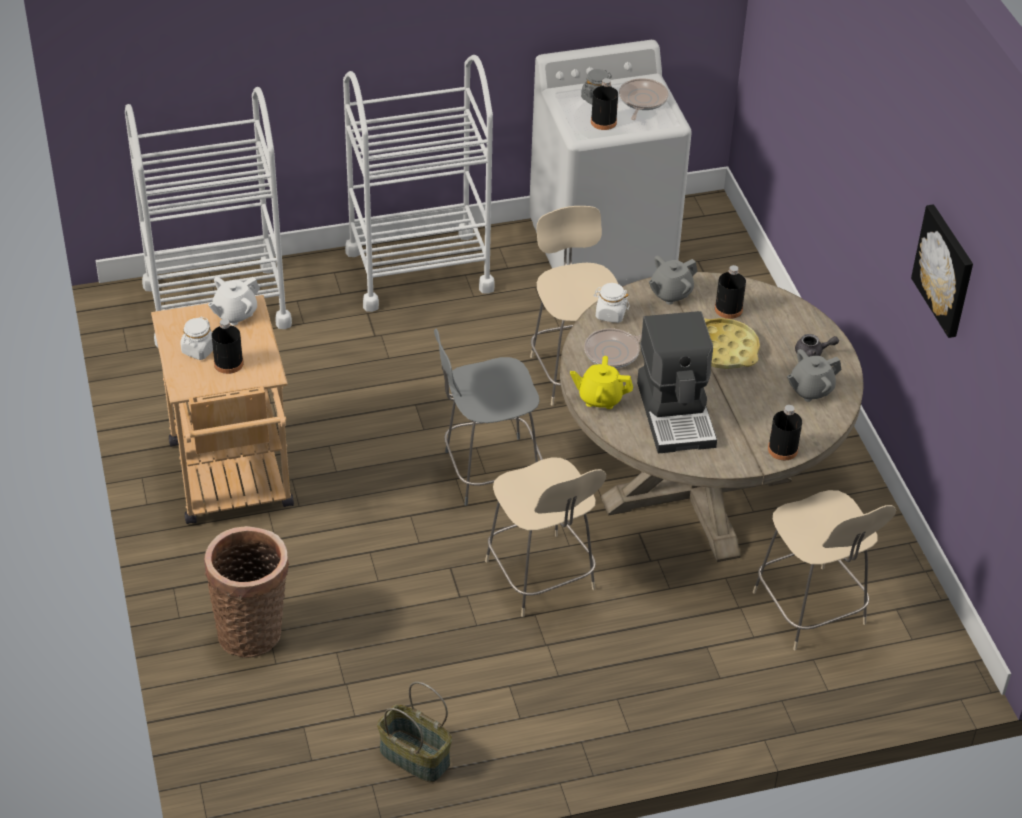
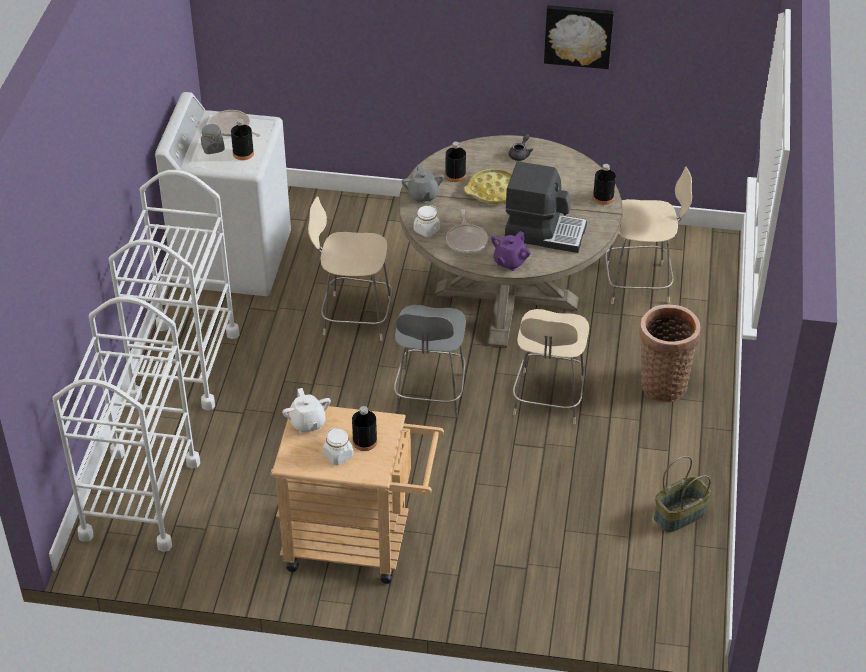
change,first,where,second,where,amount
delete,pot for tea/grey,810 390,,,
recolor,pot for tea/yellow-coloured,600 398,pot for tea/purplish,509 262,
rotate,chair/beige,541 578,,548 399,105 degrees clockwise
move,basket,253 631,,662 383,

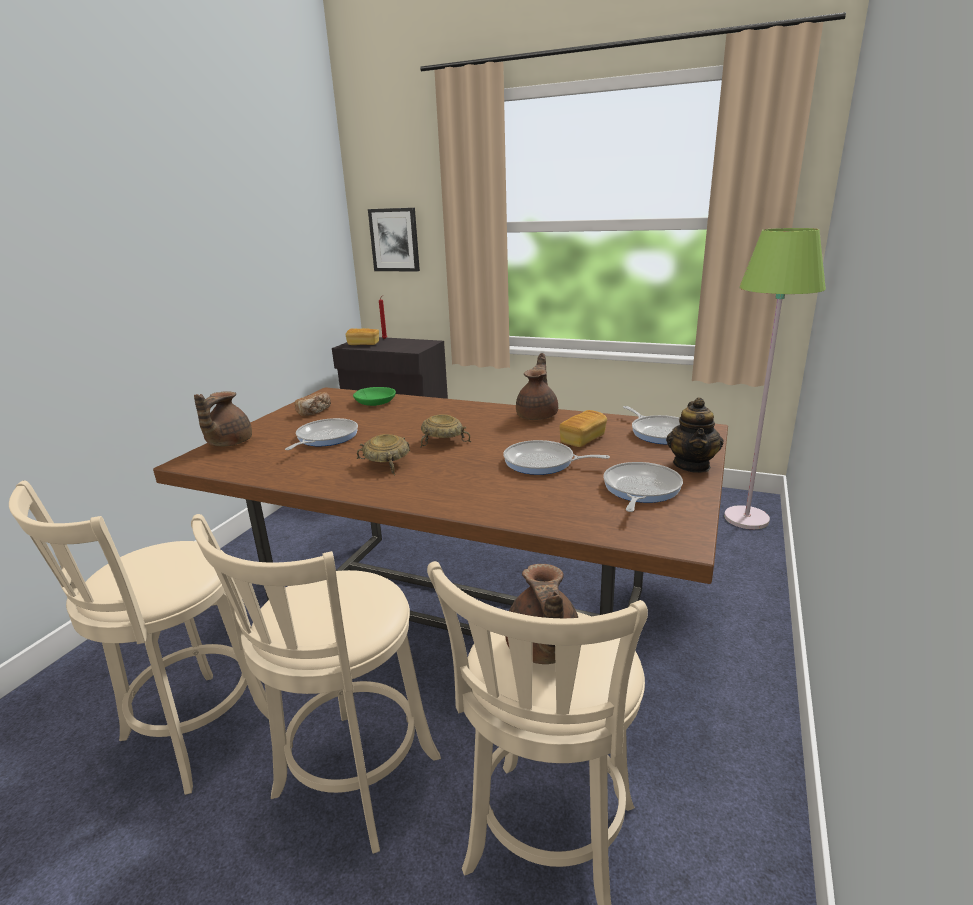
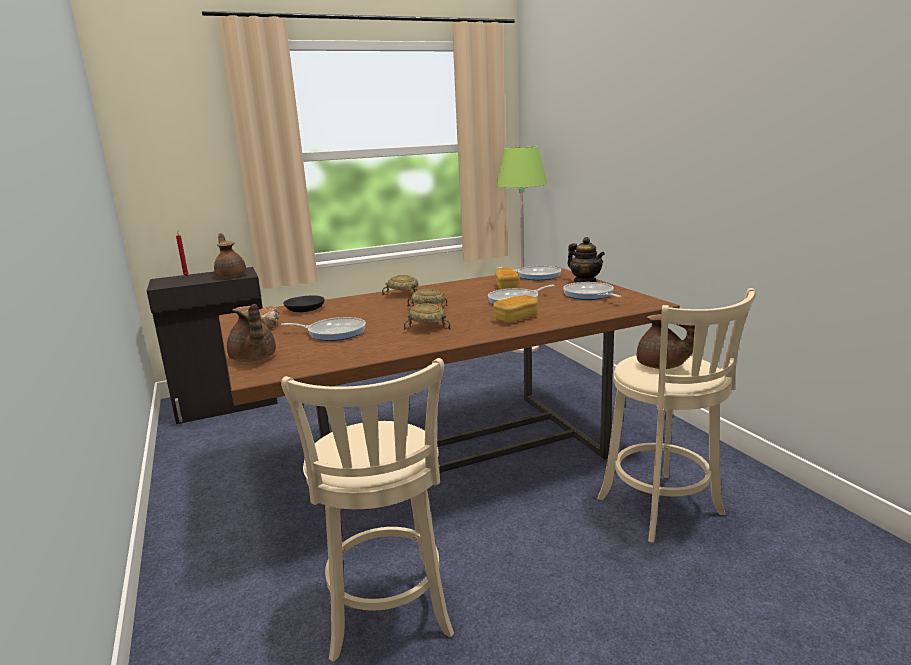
change,first,where,second,where,amount
delete,picture,395 240,,,
move,bread,363 344,,516 319,
move,pot for tea/brown,538 415,,231 276,
recolor,deep dish/green,374 402,deep dish/black-coloured,304 309,
rotate,pan,325 438,,334 332,120 degrees clockwise
delete,sitting stool/beige,352 783,,,
insert,,,deep dish/beige,402 294,

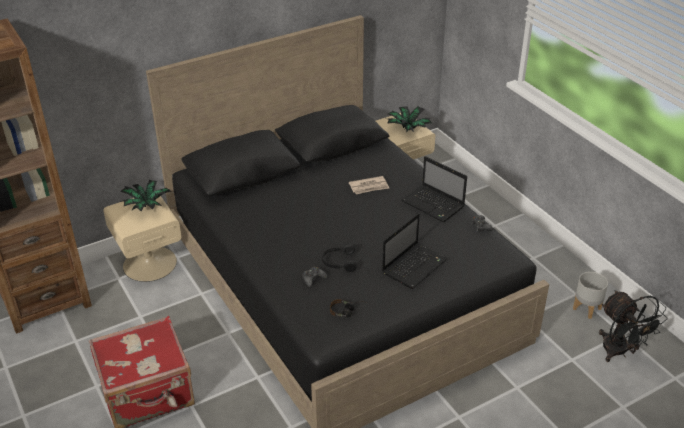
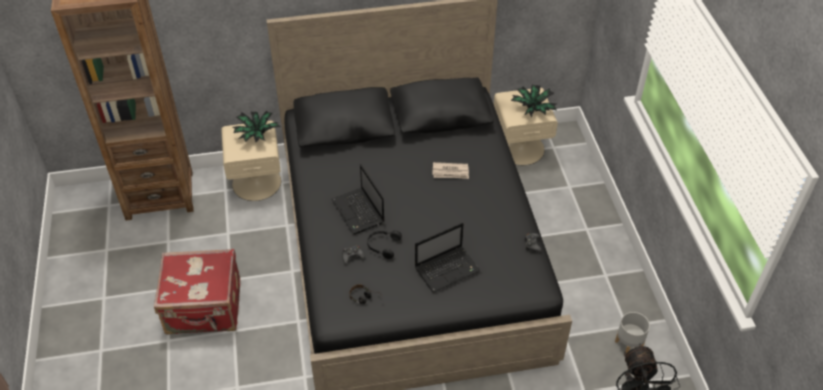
change,first,where,second,where,amount
move,laptop,434 205,,359 212,

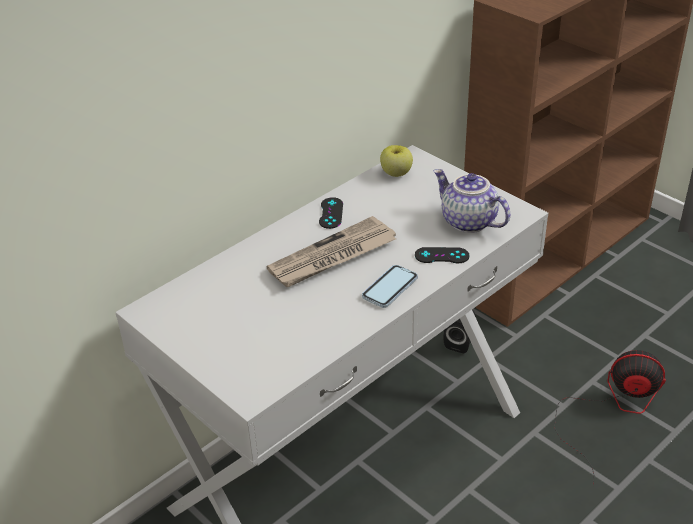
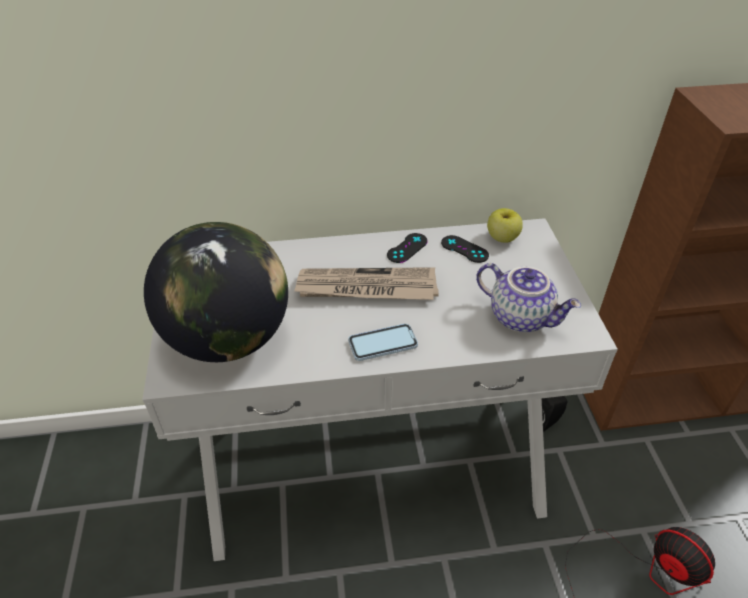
change,first,where,second,where,amount
rotate,pot for tea,467 222,,521 317,135 degrees clockwise
move,gamepad/black-coloured,442 256,,464 249,
insert,,,desk globe,228 339,

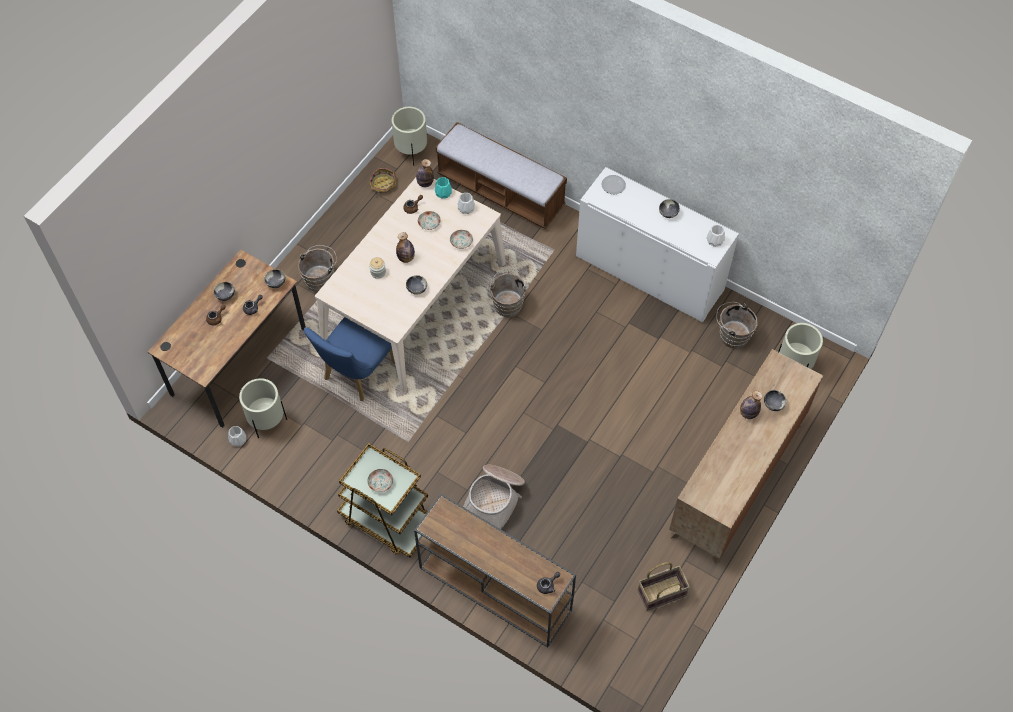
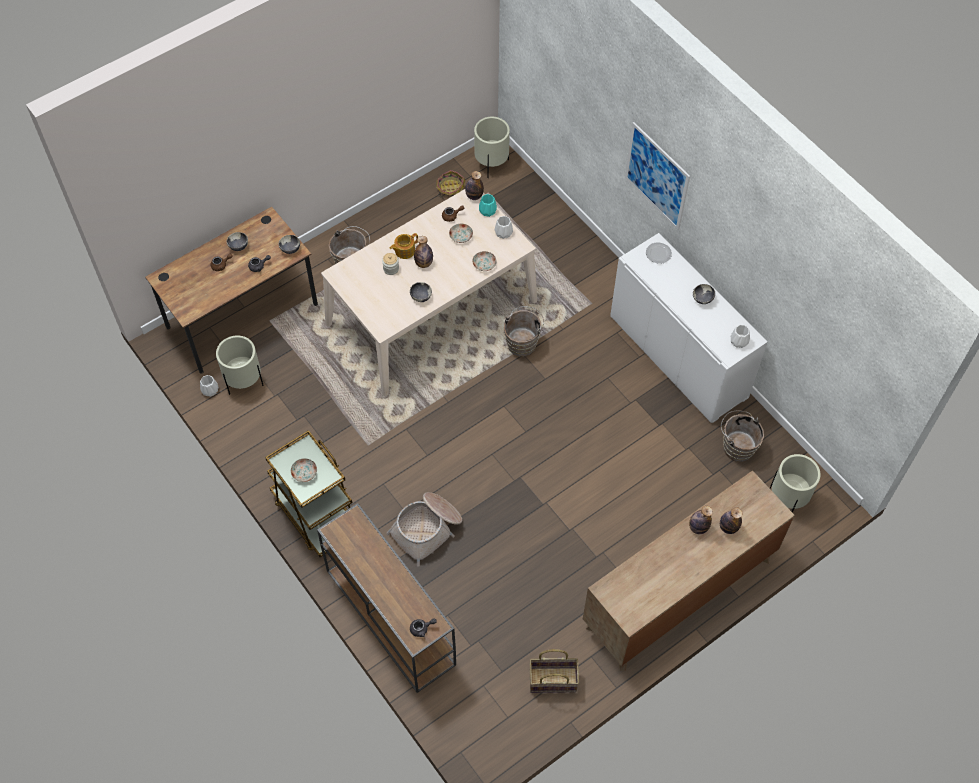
change,first,where,second,where,amount
delete,indoor bench,501 191,,,
delete,chair/bluish,356 374,,,
replace,deep dish,773 404,bottle,728 527,
insert,,,picture,657 176,
insert,,,pot for tea,404 251,

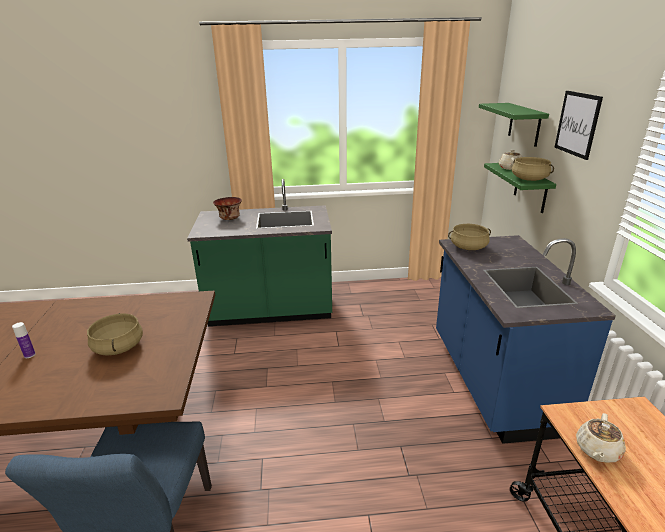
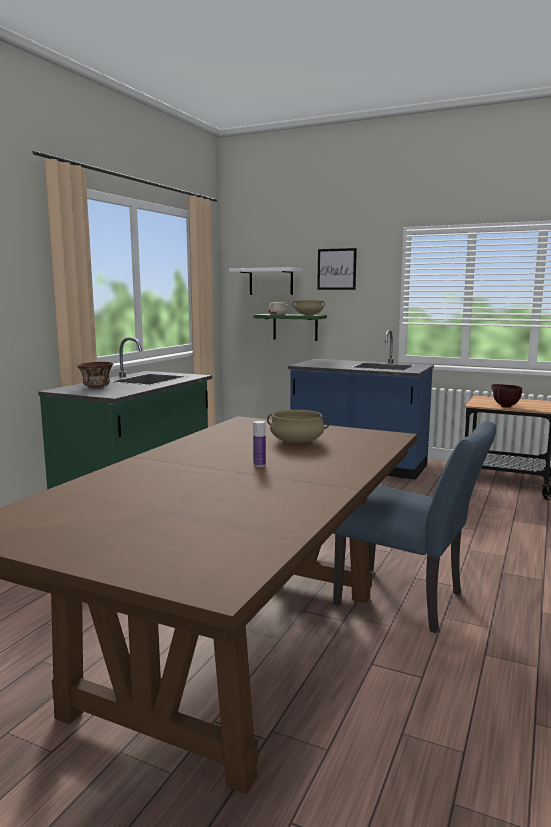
change,first,where,second,where,amount
recolor,wall shelf/green,524 124,wall shelf/white,271 281,
delete,stockpot/beige,468 247,,,
replace,pot for tea/beige,597 450,deep dish/brown,504 406,

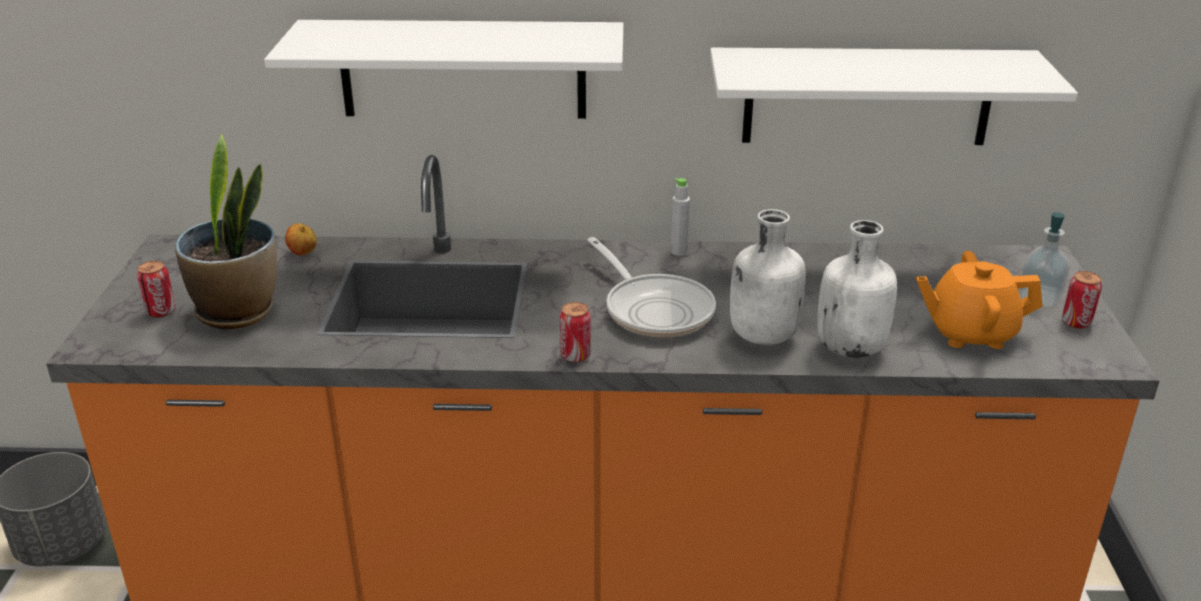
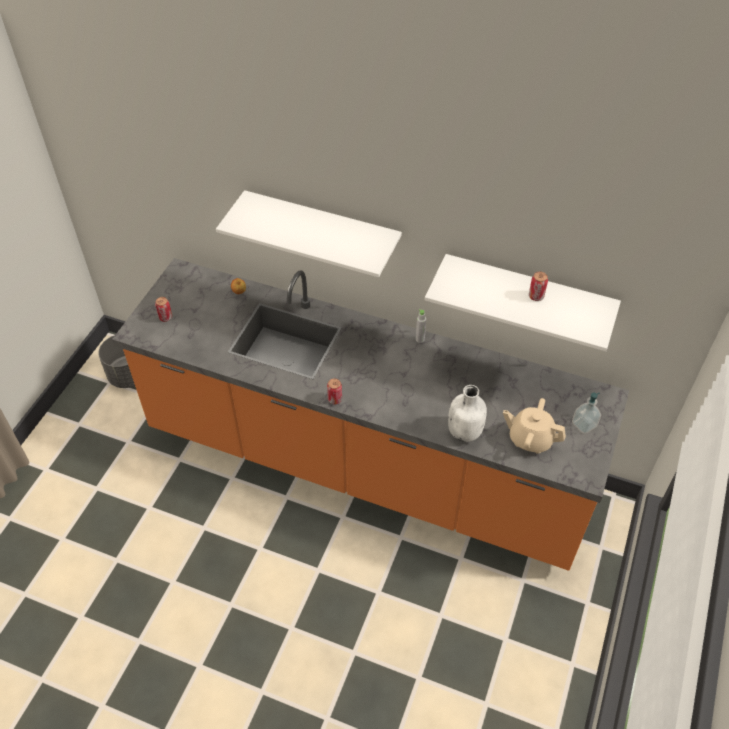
change,first,where,second,where,amount
delete,plant in a pot,238 311,,,
delete,bottle/white,761 336,,,
delete,pan,654 309,,,
recolor,pot for tea/orange,970 333,pot for tea/beige,530 439,
move,sealed can,1076 322,,536 296,

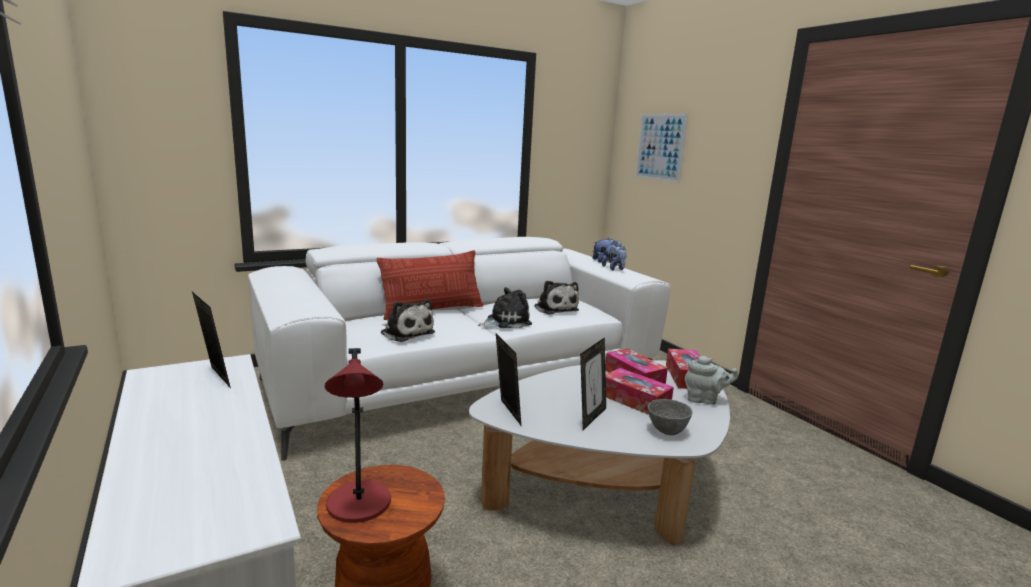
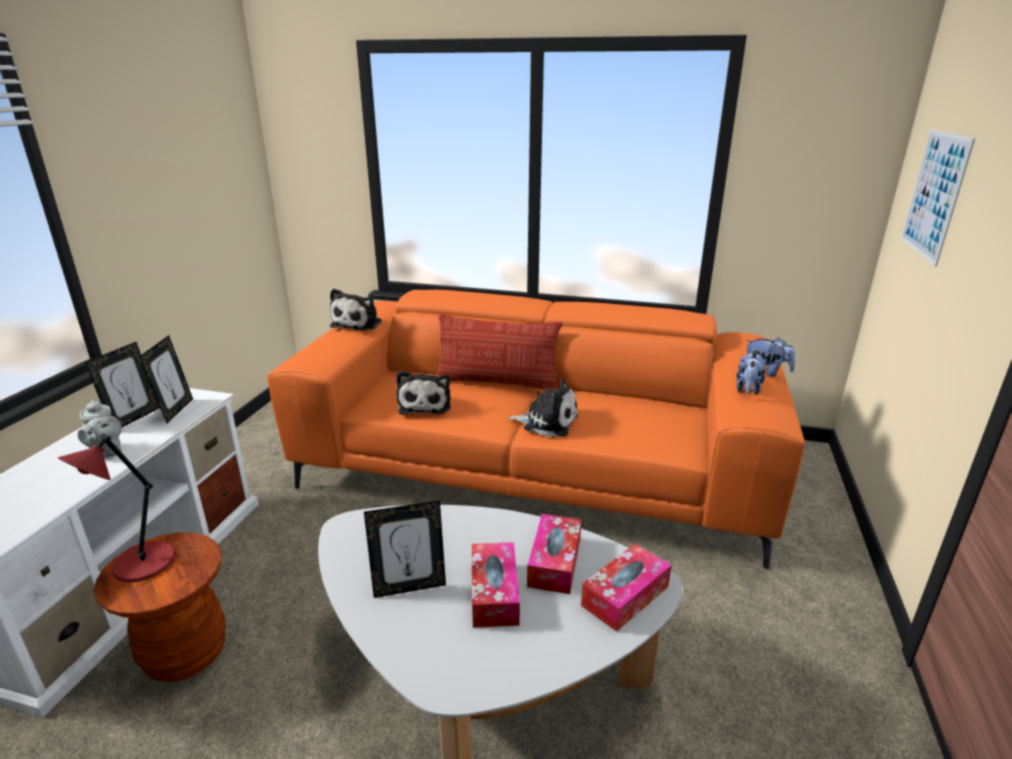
change,first,where,second,where,amount
recolor,couch/white,464 380,couch/orange,533 469,
move,soft toy,555 308,,359 323,
move,picture frame,506 413,,134 418,
move,pot for tea/grey,704 400,,106 452,
delete,deep dish/grey,667 432,,,

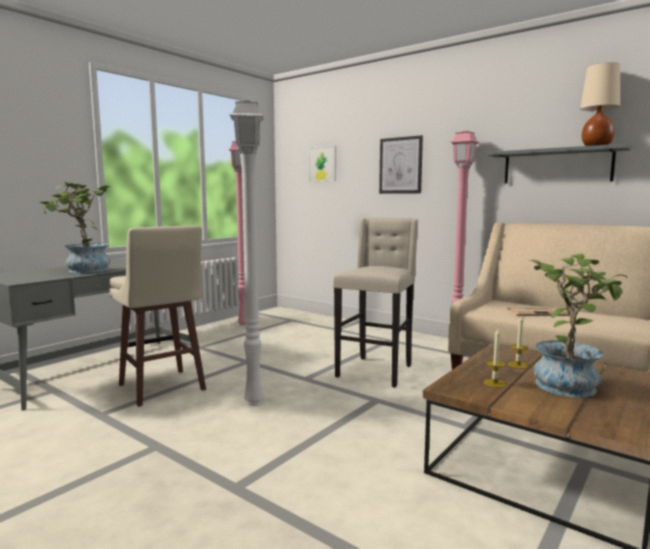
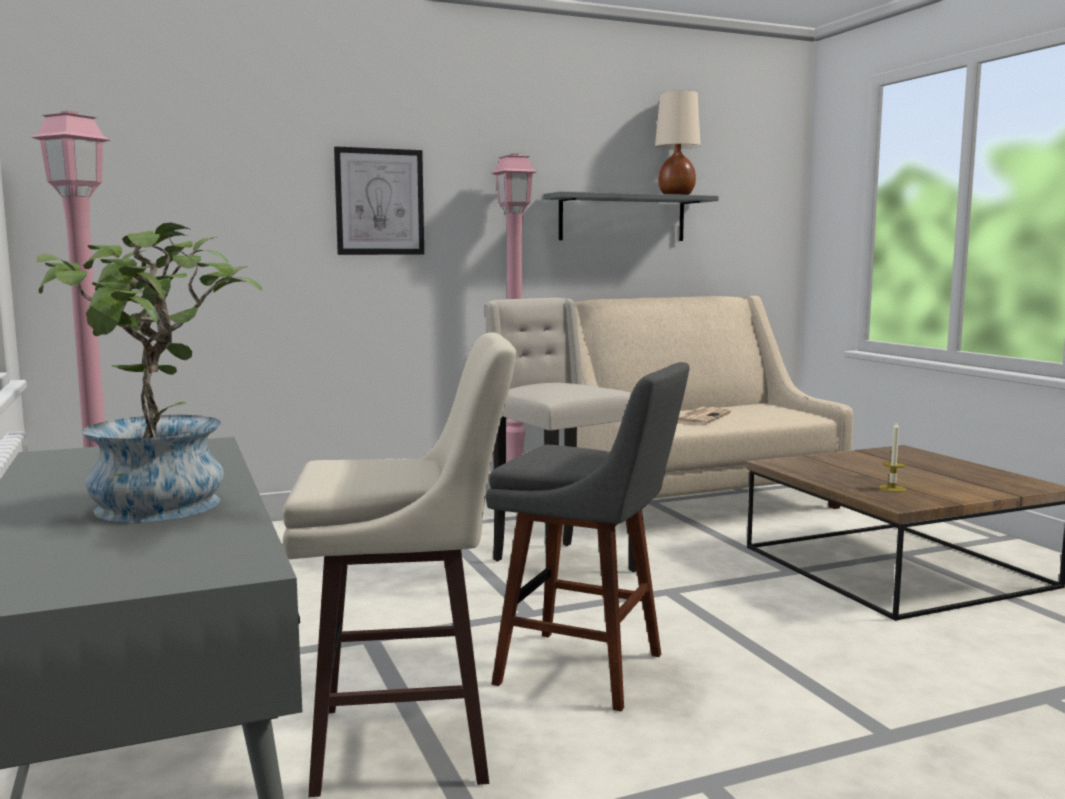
change,first,where,second,where,amount
replace,standing lamp/white,252 402,sitting stool/grey,589 671,
delete,picture,322 164,,,
delete,plant in a pot,569 383,,,
delete,wax candle,517 365,,,

